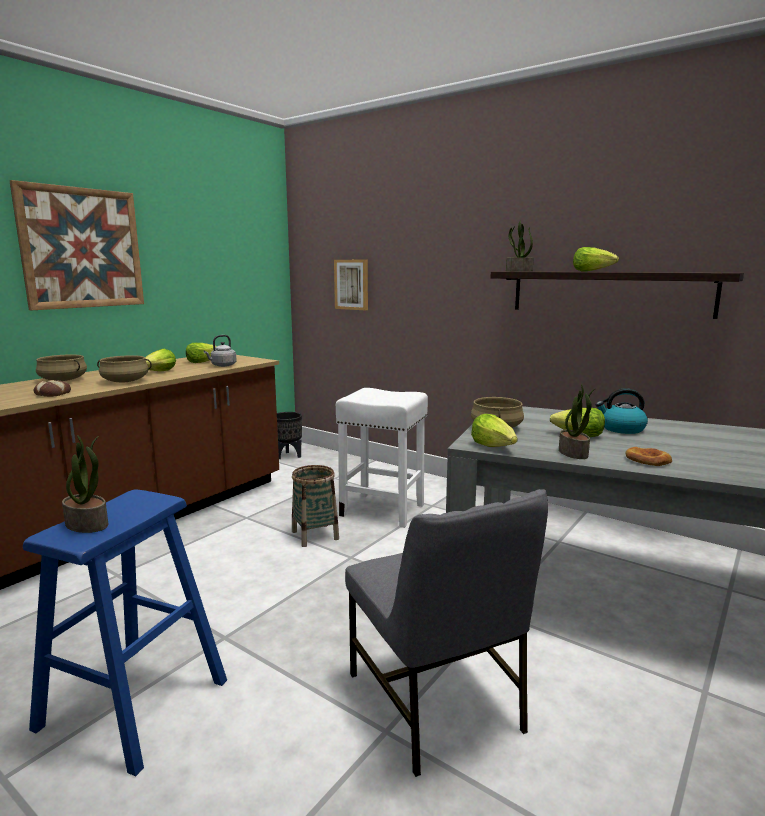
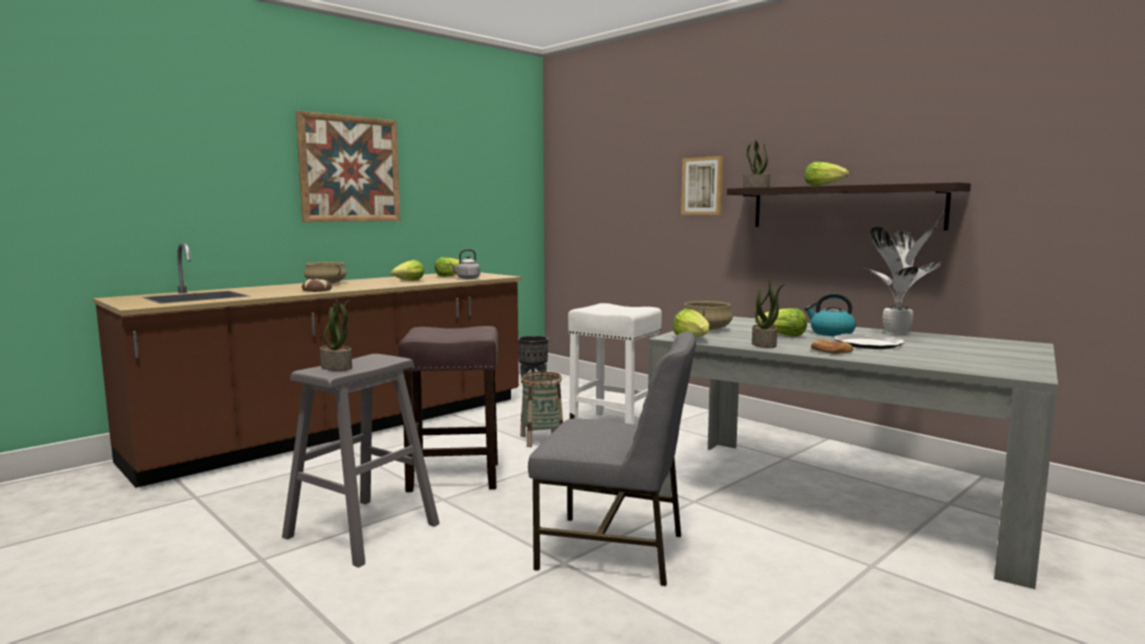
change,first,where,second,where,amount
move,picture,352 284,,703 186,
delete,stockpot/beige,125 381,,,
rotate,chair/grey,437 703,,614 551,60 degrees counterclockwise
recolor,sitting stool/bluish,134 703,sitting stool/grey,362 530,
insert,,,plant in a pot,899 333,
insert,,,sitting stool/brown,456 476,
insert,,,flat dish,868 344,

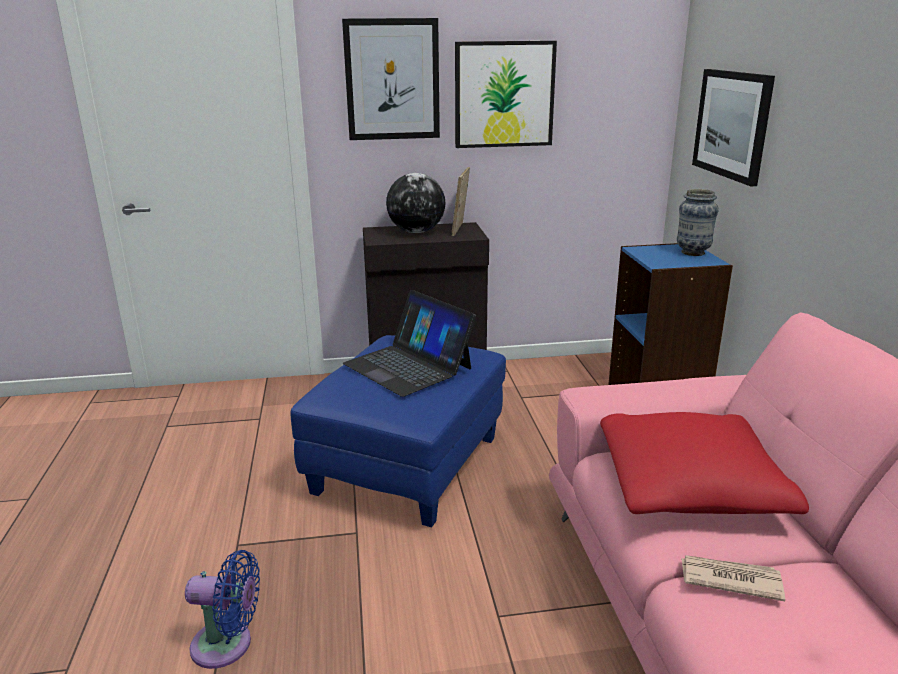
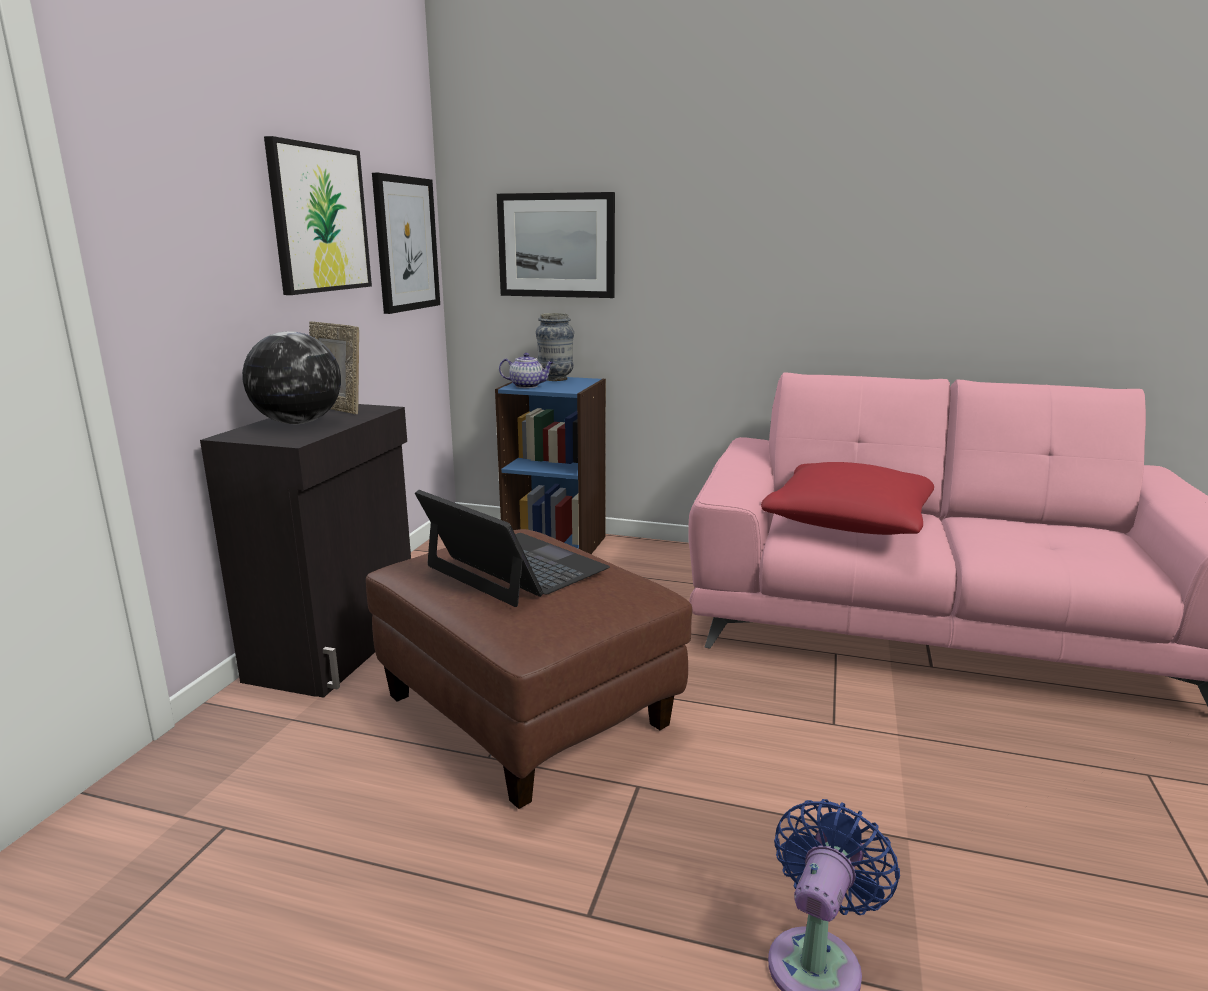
change,first,where,second,where,amount
move,picture,392 80,,406 244,
rotate,laptop,408 366,,515 568,120 degrees counterclockwise
recolor,footrest/bluish,408 465,footrest/brown,525 711,
delete,newspaper,729 579,,,
insert,,,pot for tea,527 386,

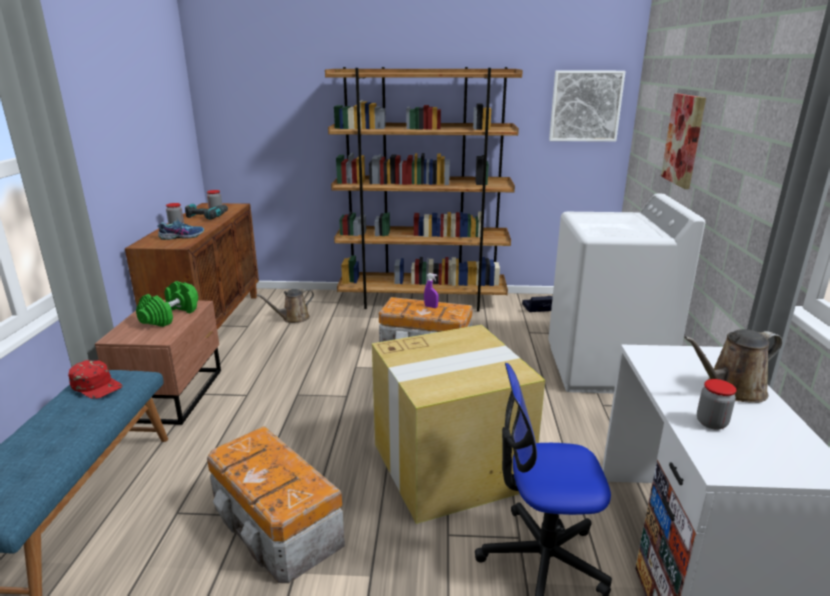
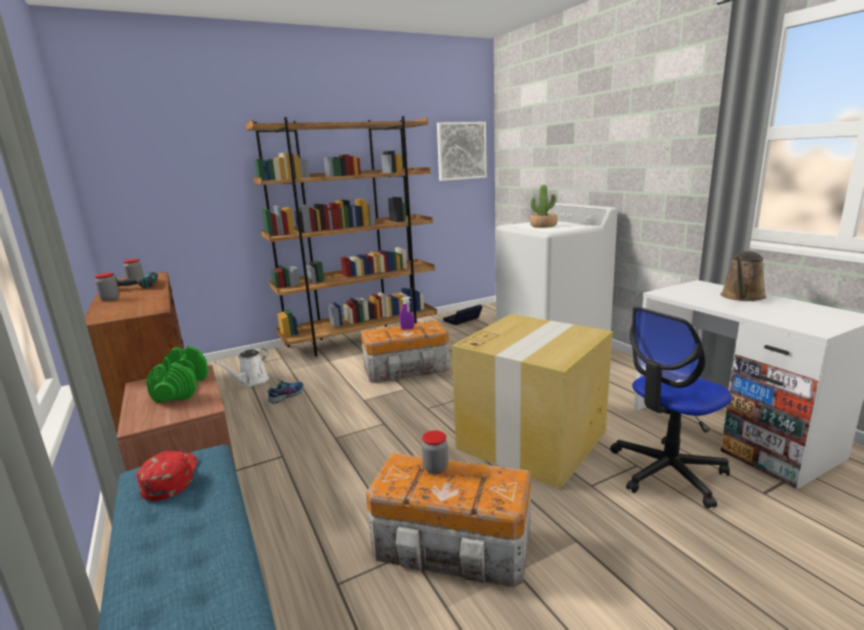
change,first,where,second,where,amount
delete,picture,683 140,,,
move,shoe,182 236,,286 395,
recolor,sprinkling can/brown,293 318,sprinkling can/white,251 381,
rotate,baseball cap/reddish,96 385,,170 477,105 degrees counterclockwise
move,preserve jar,711 423,,435 468,
insert,,,plant in a pot,543 226,

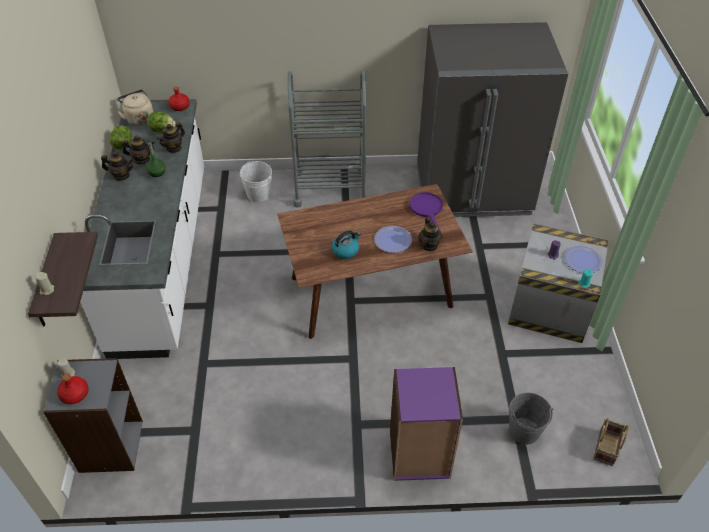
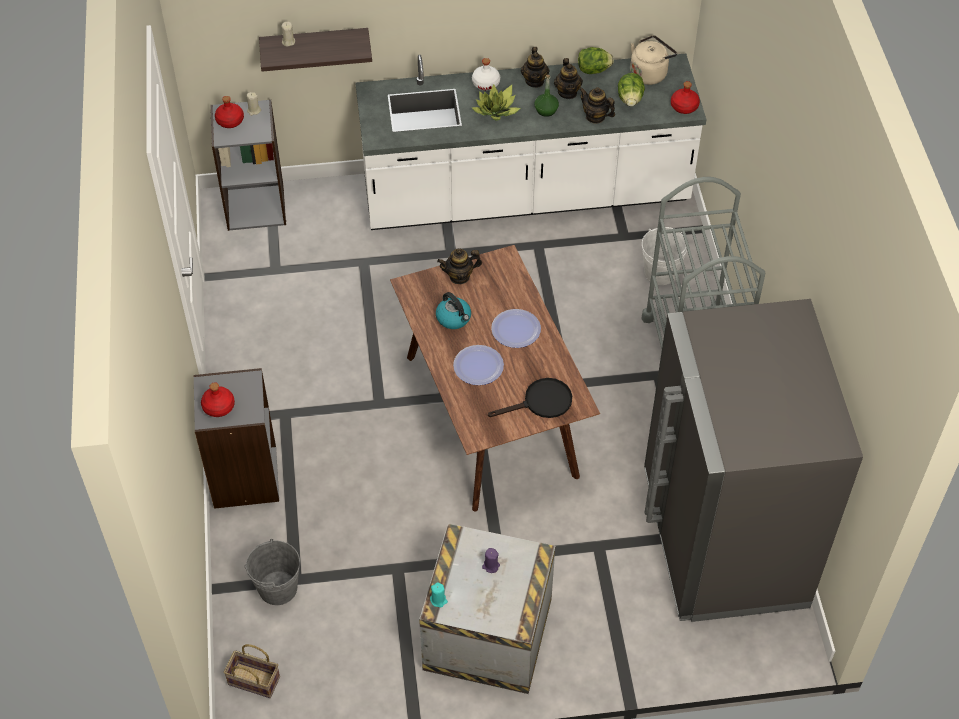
change,first,where,second,where,amount
recolor,pan/purplish,427 210,pan/black-coloured,541 402,
move,pot for tea,429 245,,459 276,
move,flat dish,582 260,,516 329,
recolor,shelving unit/purplish,419 455,shelving unit/grey,244 477,
insert,,,bottle/white,486 83,
insert,,,plant in a pot,496 110,
insert,,,bottle/reddish,219 407,

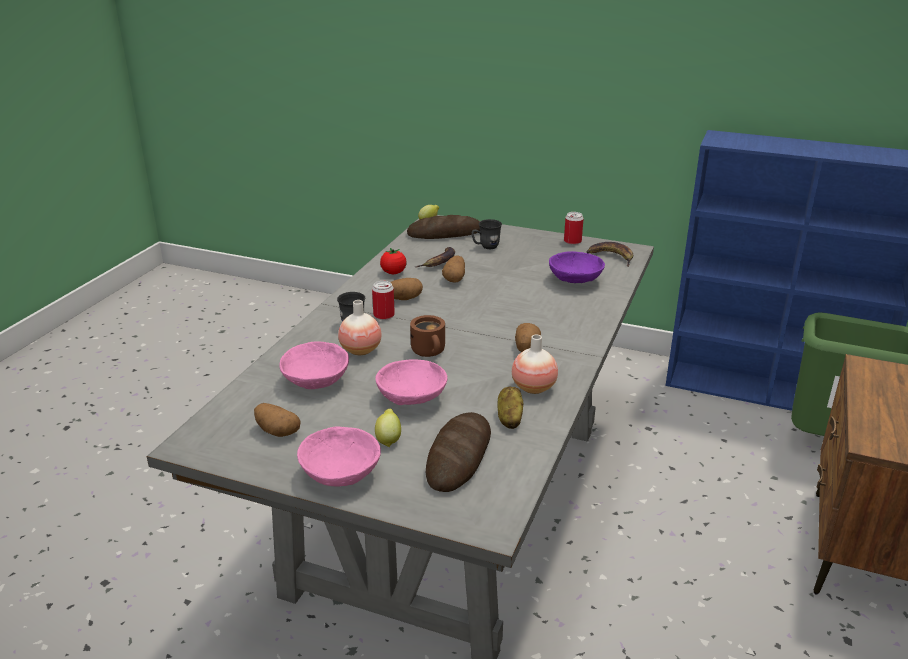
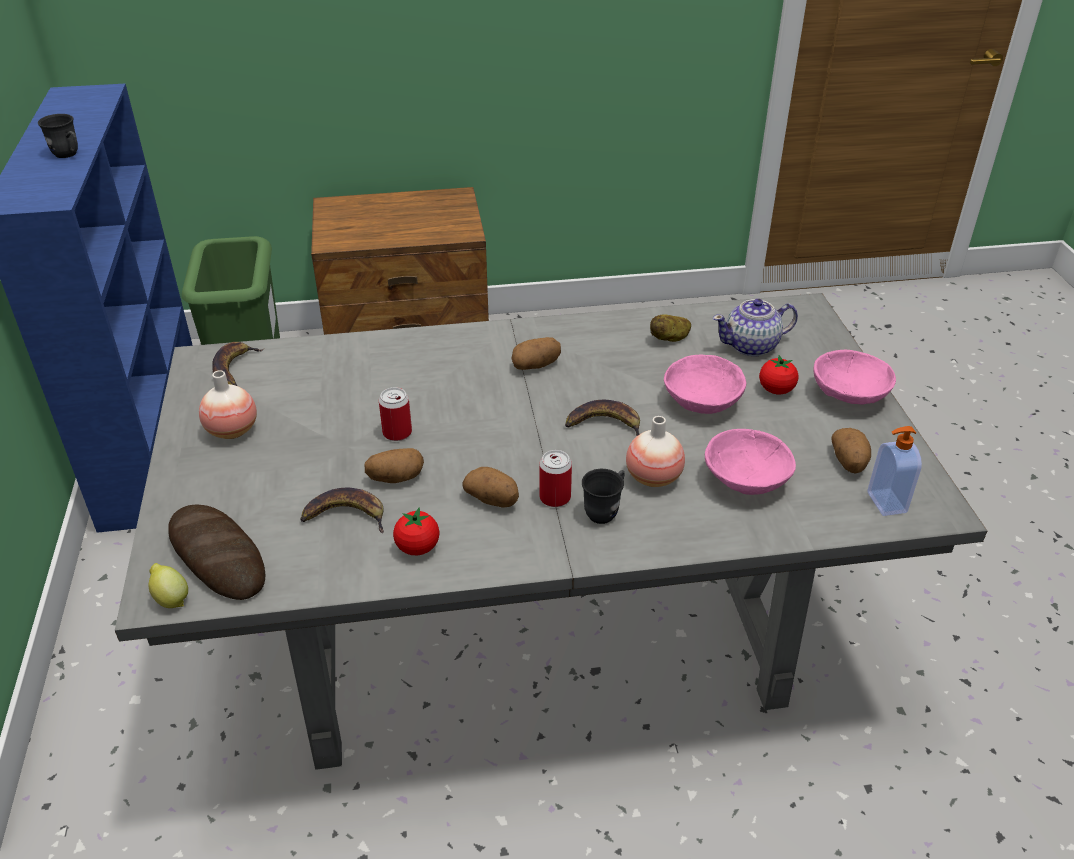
change,first,where,second,where,amount
move,sealed can,572 241,,397 433,
move,tea mug/grey,485 247,,69 155,
delete,deep dish/purplish,575 281,,,
replace,tea mug/brown,430 352,whole banana,605 424,
move,vase,533 388,,232 430,
replace,citrus fruit,388 439,whole tomato,776 390,
replace,bread,458 456,pot for tea,752 346,
insert,,,soap bottle,885 502,

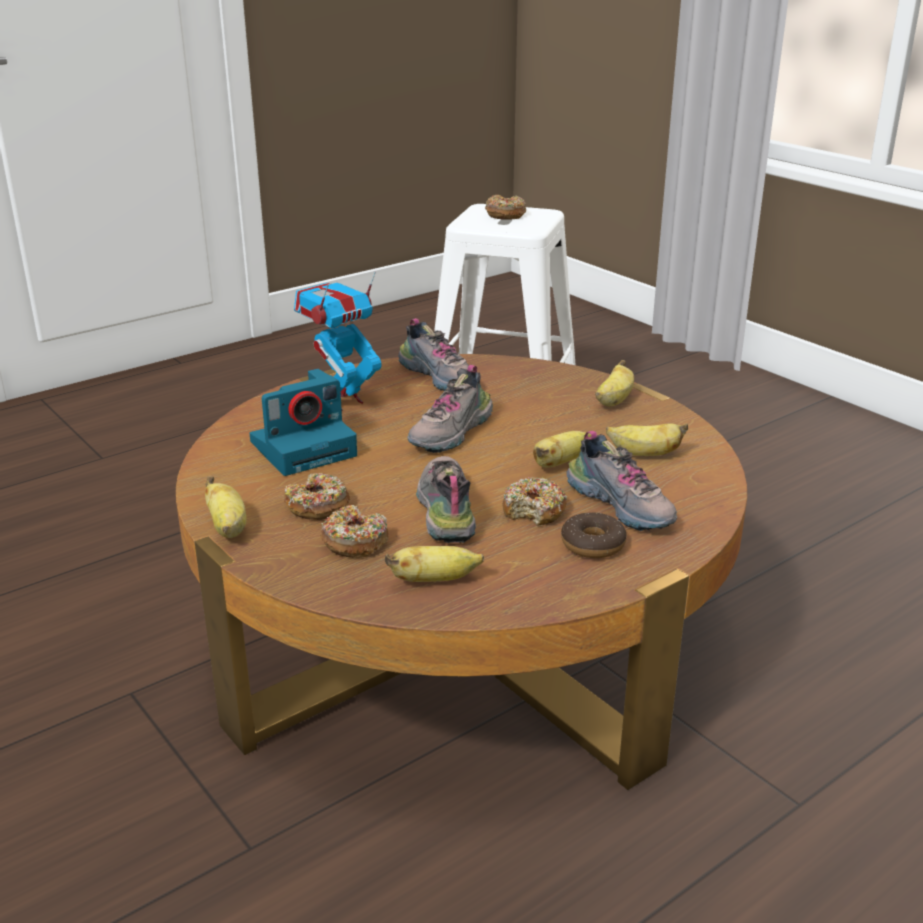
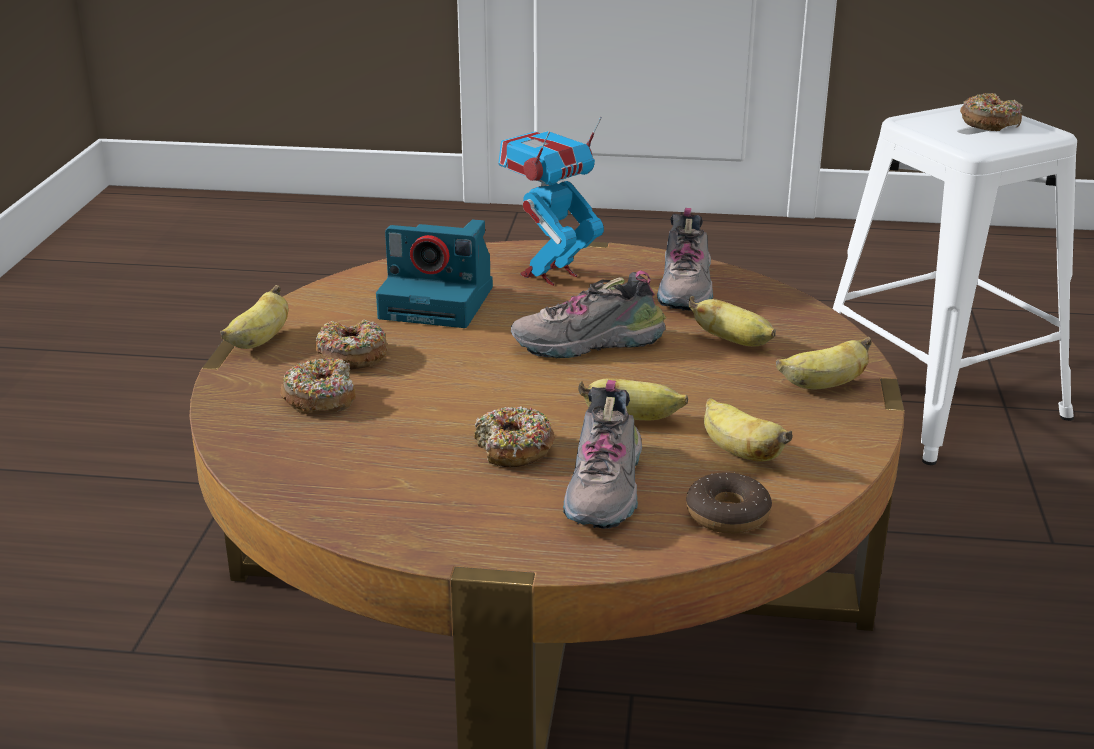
change,first,where,second,where,amount
rotate,robot figure,341 401,,550 274,45 degrees counterclockwise
delete,shoe,444 510,,,
move,ring doughnut,593 544,,727 514,
move,whole banana,434 580,,733 342,

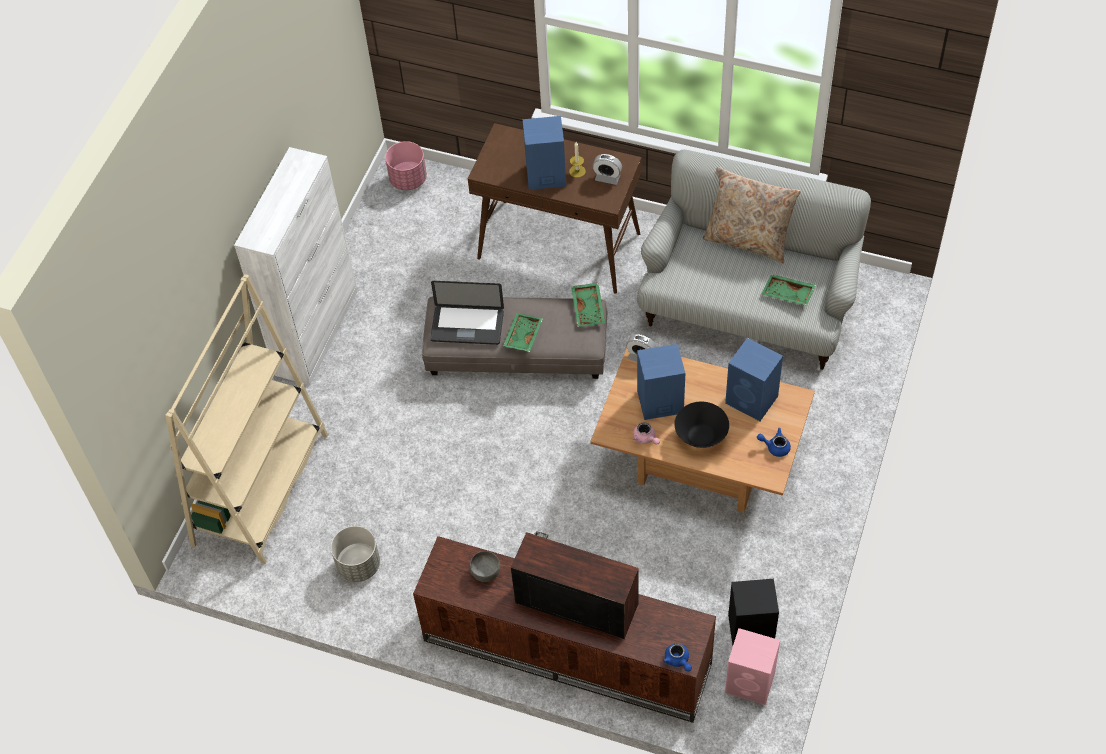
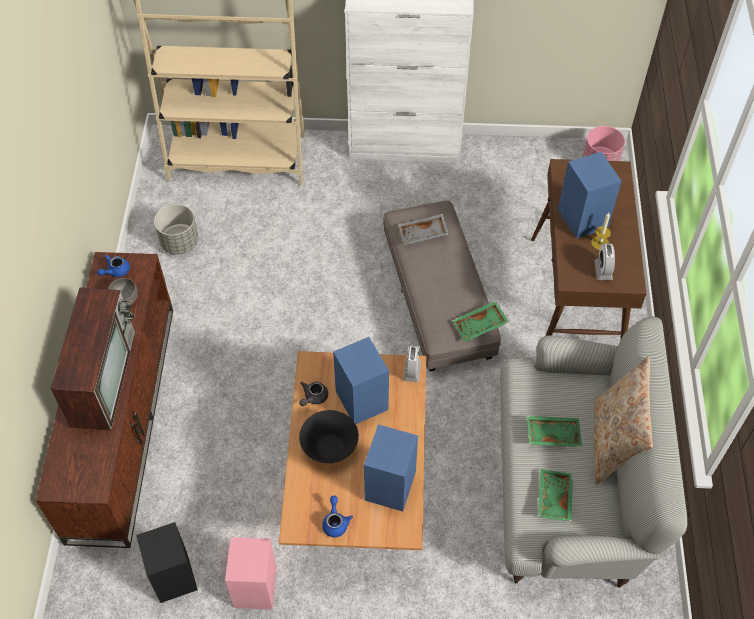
change,first,where,second,where,amount
replace,laptop,467 326,carrying tray/grey,423 234,
move,carrying tray/green,522 336,,553 434,
recolor,pot for tea/pink,645 438,pot for tea/grey,313 398,
move,loudspeaker/pink,751 682,,255 589,
move,pot for tea/bluish,678 660,,115 271,

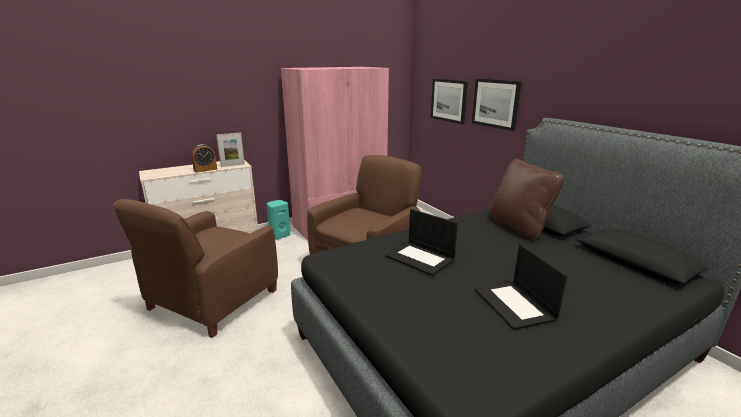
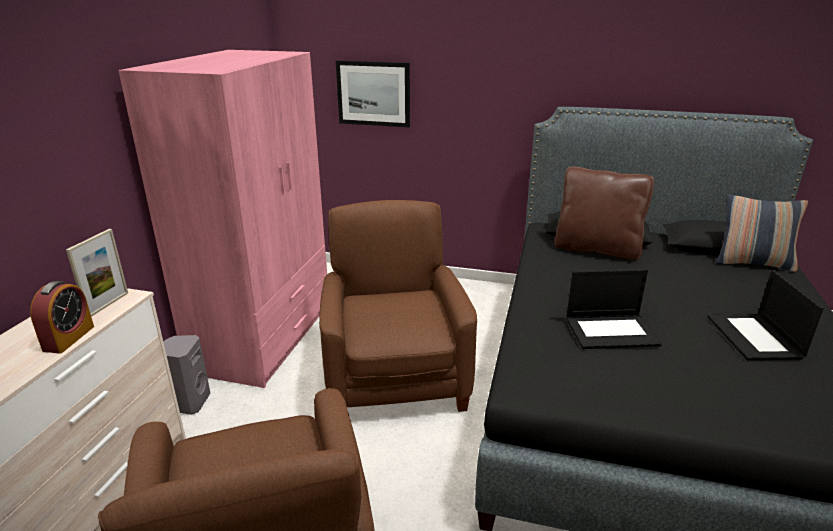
change,first,where,second,where,amount
delete,picture,495 103,,,
recolor,loudspeaker/turquoise,279 235,loudspeaker/grey,189 402,
rotate,laptop,515 305,,755 337,60 degrees clockwise
insert,,,throw pillow,752 263,

